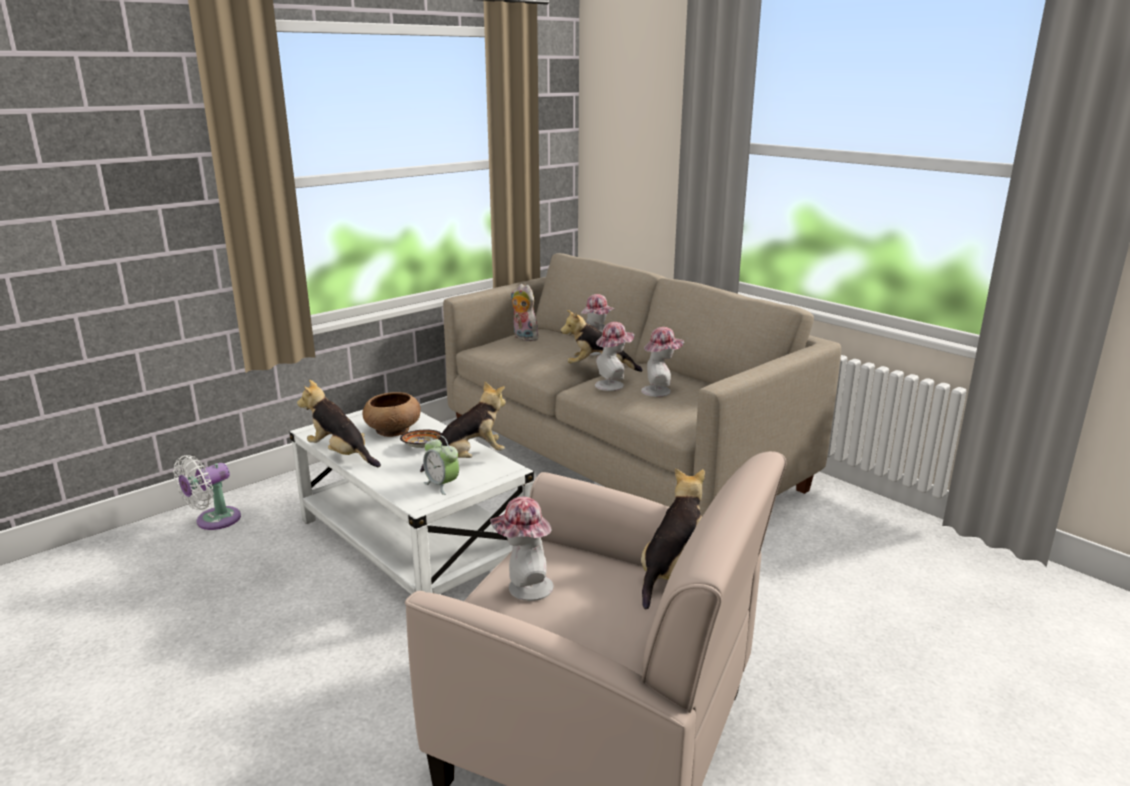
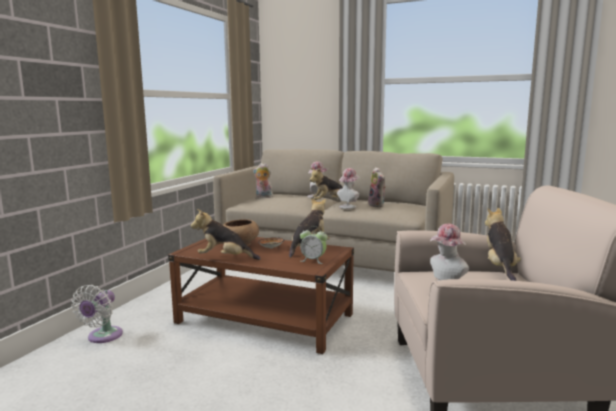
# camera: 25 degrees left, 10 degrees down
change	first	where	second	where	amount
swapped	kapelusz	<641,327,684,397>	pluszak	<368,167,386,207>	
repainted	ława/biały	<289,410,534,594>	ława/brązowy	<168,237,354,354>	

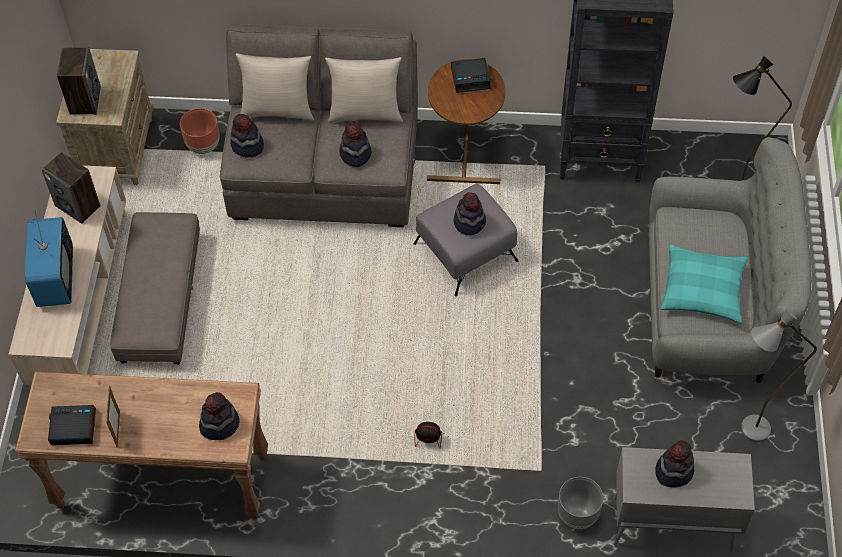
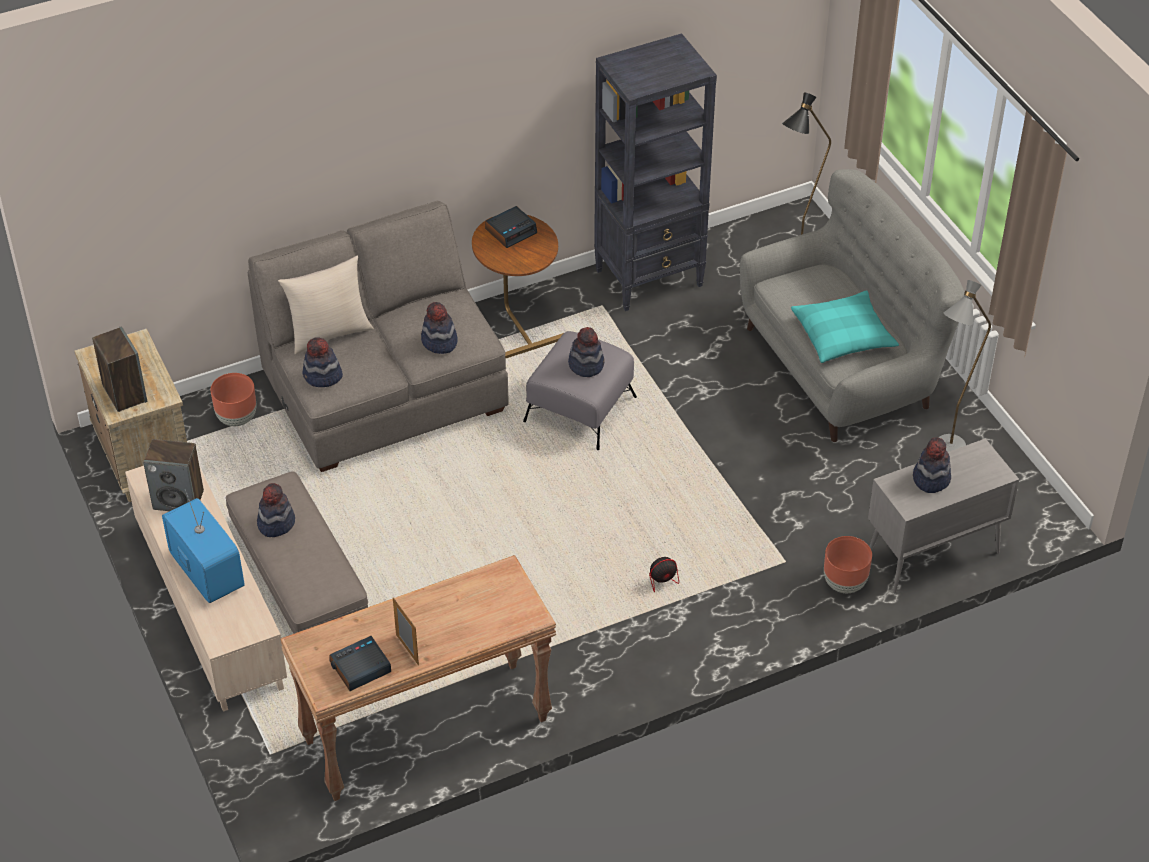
# camera: 30 degrees left, 10 degrees down
change	first	where	second	where	amount
gone	poduszka/beżowy	<325,57,403,123>			
shifted	kapelusz	<199,392,240,440>		<257,483,295,537>	
repainted	donica/szary	<558,477,603,529>	donica/brązowy	<824,536,872,593>	

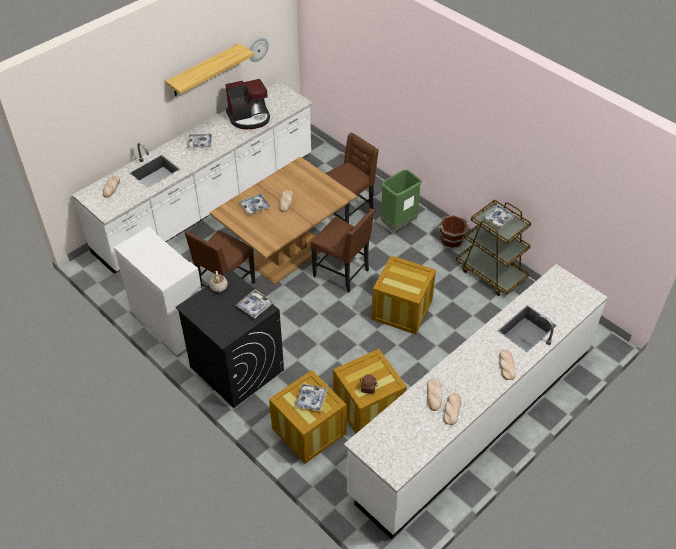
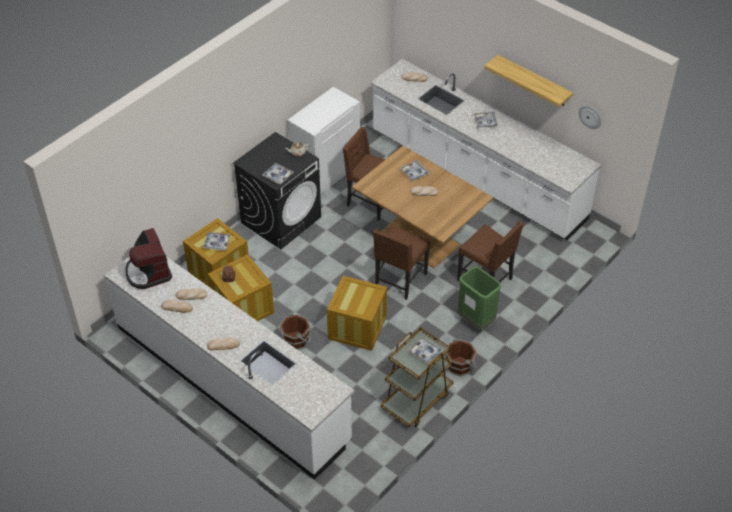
# camera: 85 degrees right, 0 degrees up
change	first	where	second	where	amount
new			wiadro/brązowy	<279,313,311,350>	
shifted	ekspres do kawy	<226,79,270,129>		<125,228,172,289>	

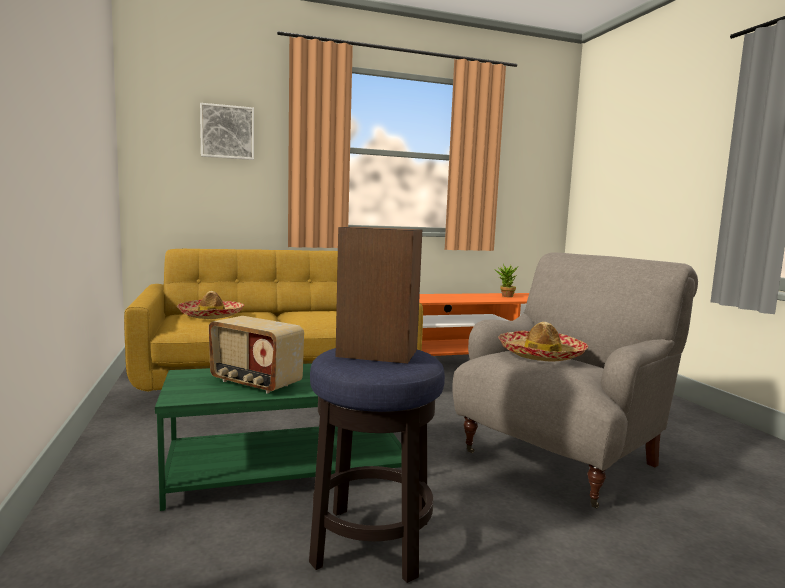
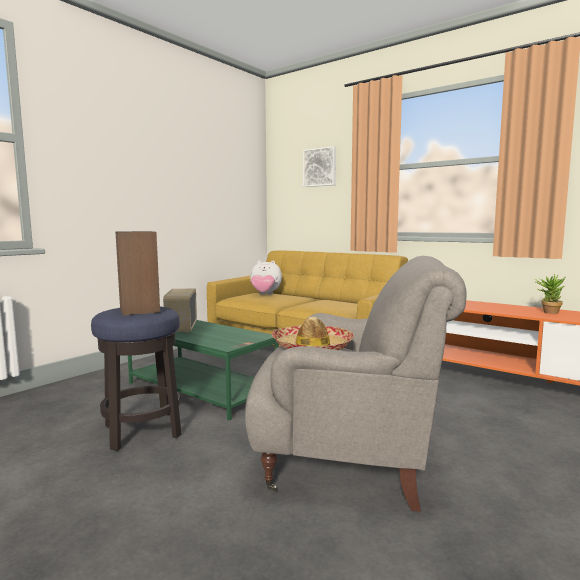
# camera: 55 degrees right, 0 degrees up
change	first	where	second	where	amount
swapped	kapelusz	<177,291,244,319>	pluszak	<250,260,282,294>	

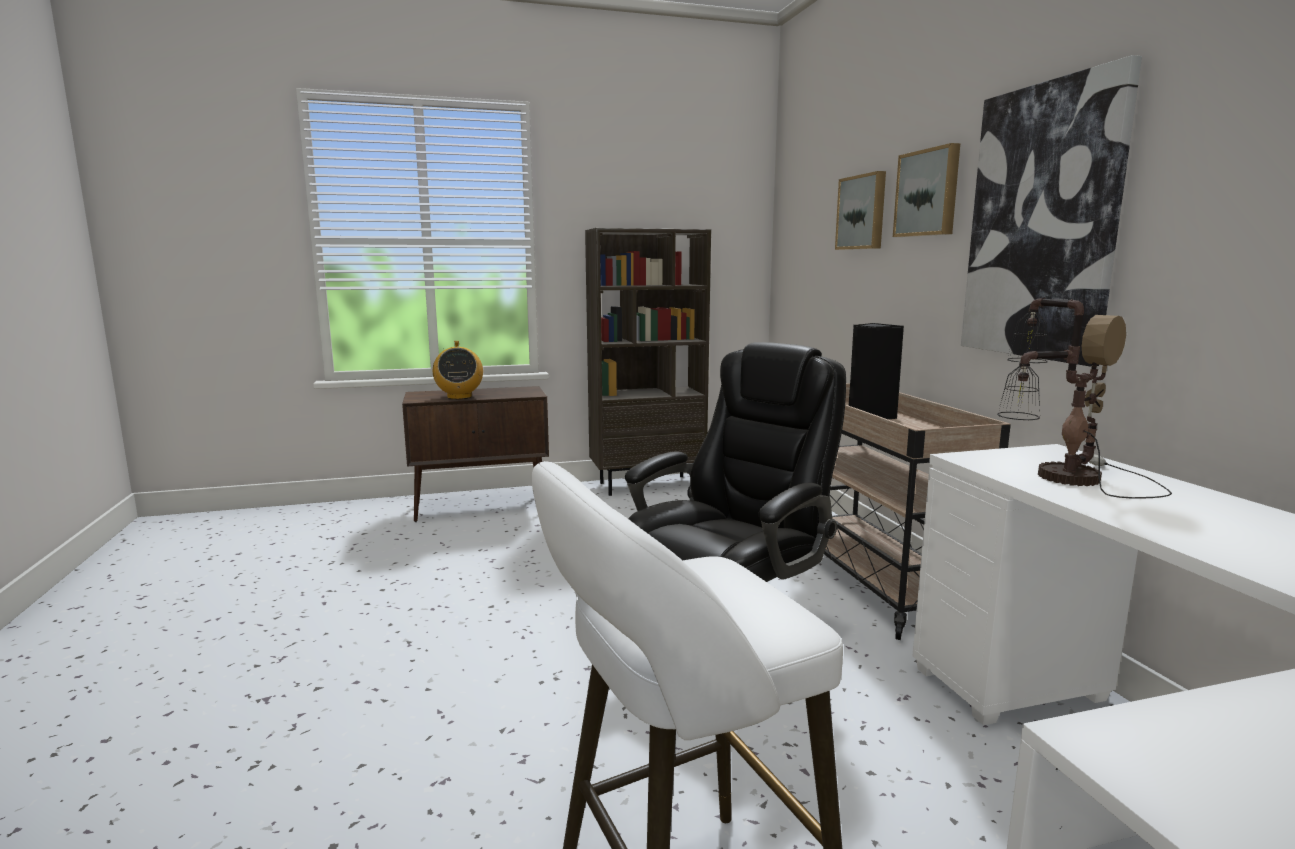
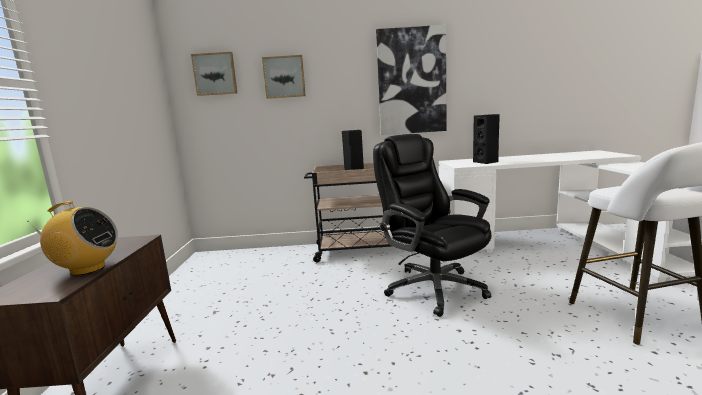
# camera: 75 degrees left, 0 degrees up
change	first	where	second	where	amount
gone	regał/brązowy	<585,228,711,496>			
shifted	obraz	<893,143,960,237>		<191,52,237,96>	
swapped	lampa stołowa	<997,298,1172,498>	głośnik/czarny	<473,114,500,164>	

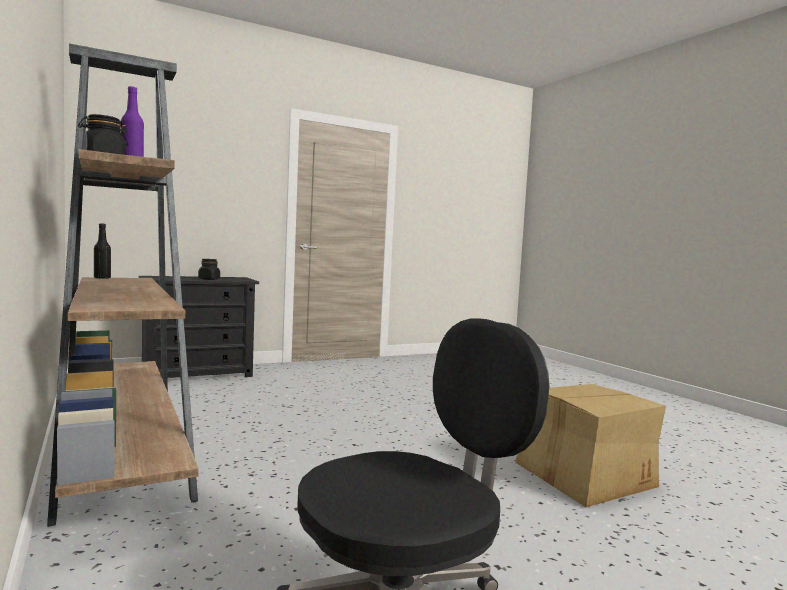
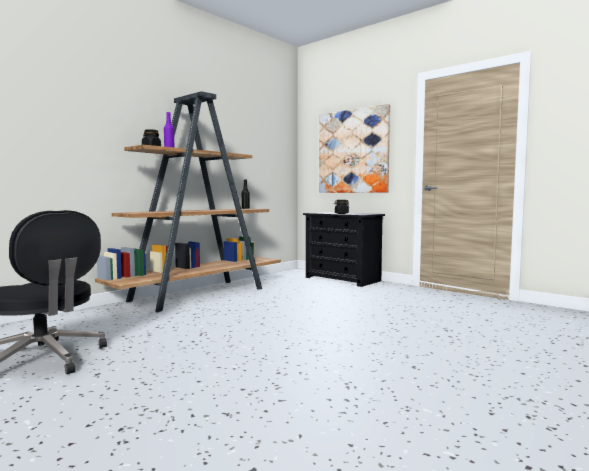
# camera: 70 degrees right, 0 degrees up
change	first	where	second	where	amount
gone	karton	<515,384,666,507>			
new			obraz	<319,104,390,193>	

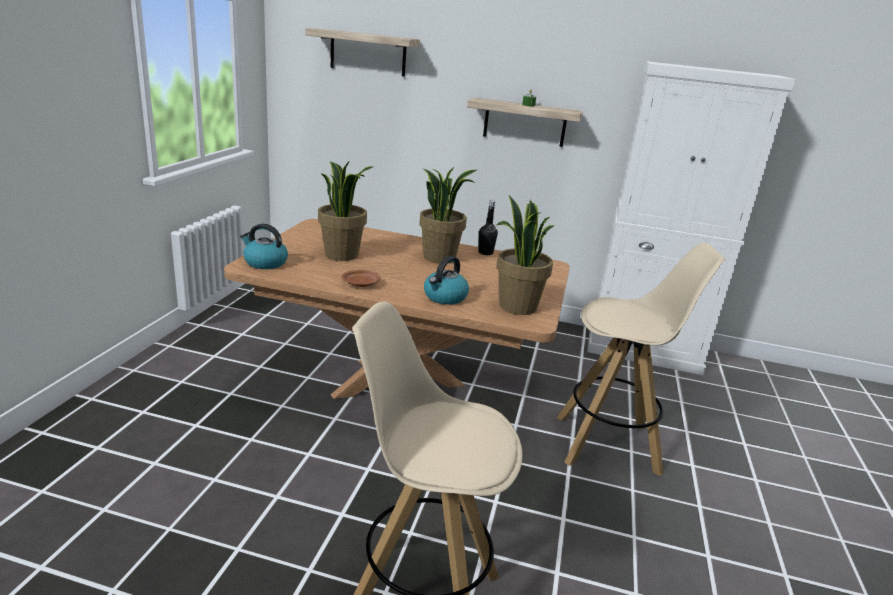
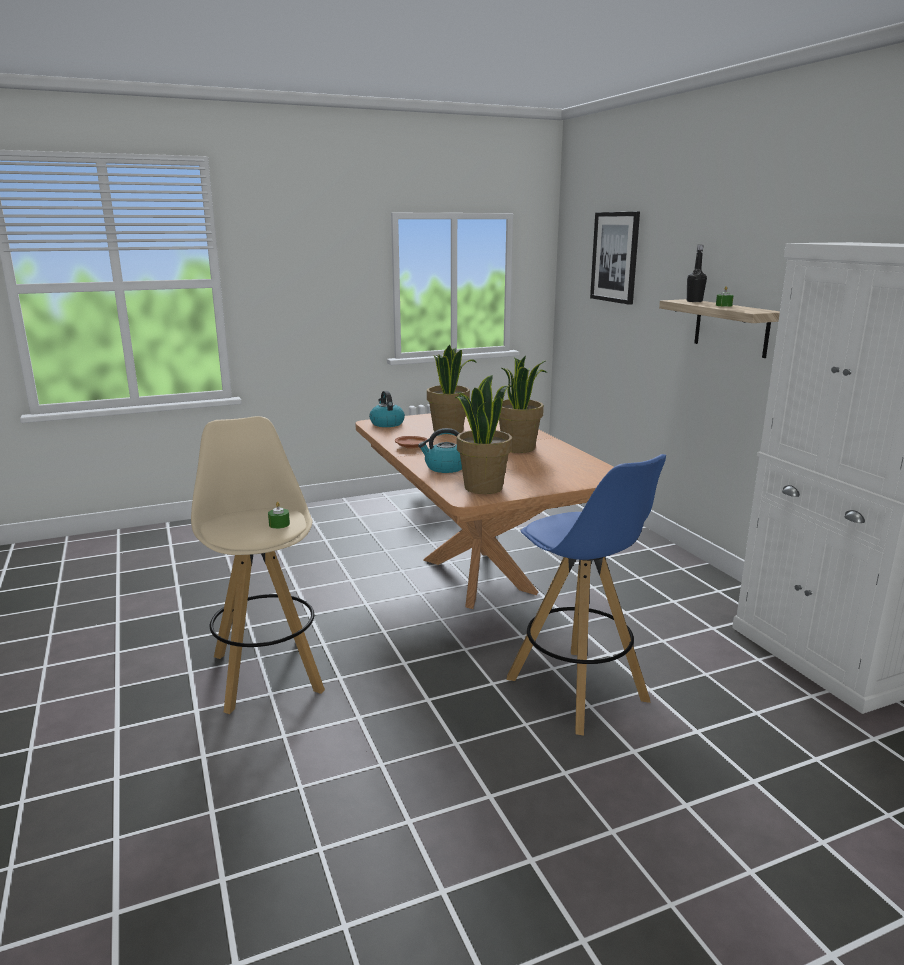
# camera: 55 degrees right, 5 degrees down
change	first	where	second	where	amount
new			świeca/zielony	<268,502,290,529>	
shifted	butelka/czarny	<478,201,498,255>		<687,245,707,302>	
swapped	półka	<305,28,420,77>	obraz	<590,212,640,305>	
repainted	stołek/beżowy	<556,243,725,476>	stołek/niebieski	<506,454,666,735>	

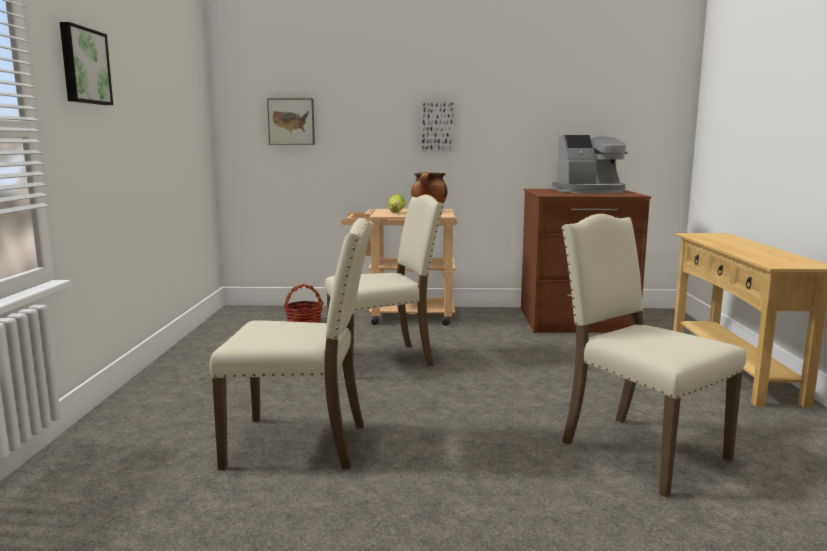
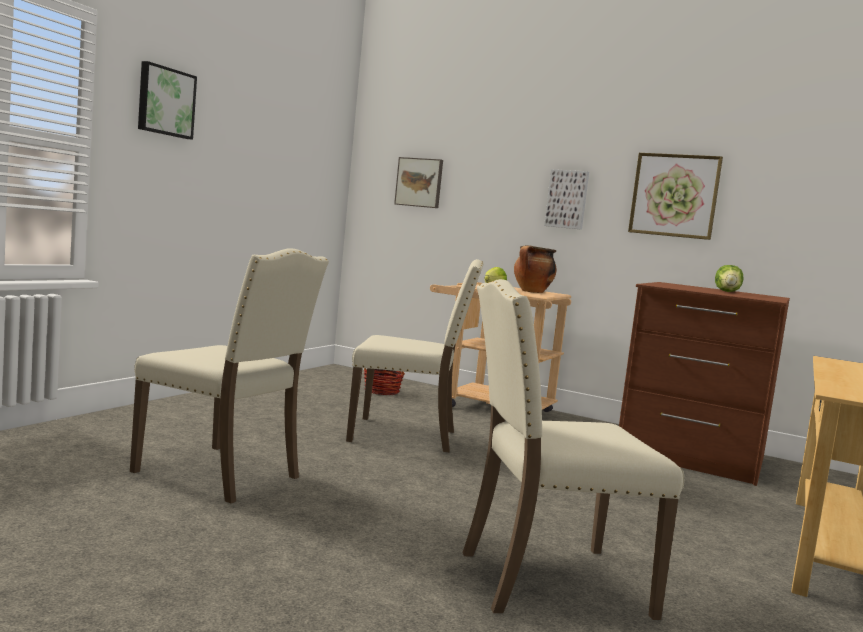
# camera: 25 degrees right, 5 degrees down
change	first	where	second	where	amount
new			obraz	<628,153,723,240>	
swapped	ekspres do kawy	<552,135,627,194>	sałata	<715,265,743,292>	
rotated	krzesło/beżowy	<562,214,746,497>		<462,279,684,620>	90 degrees counterclockwise

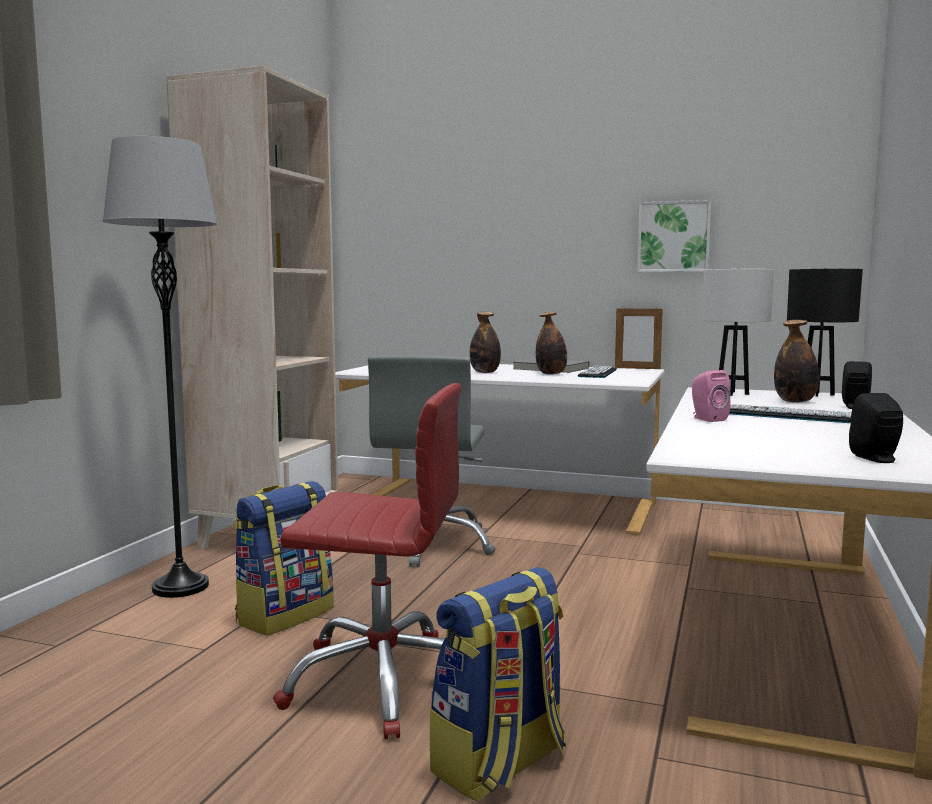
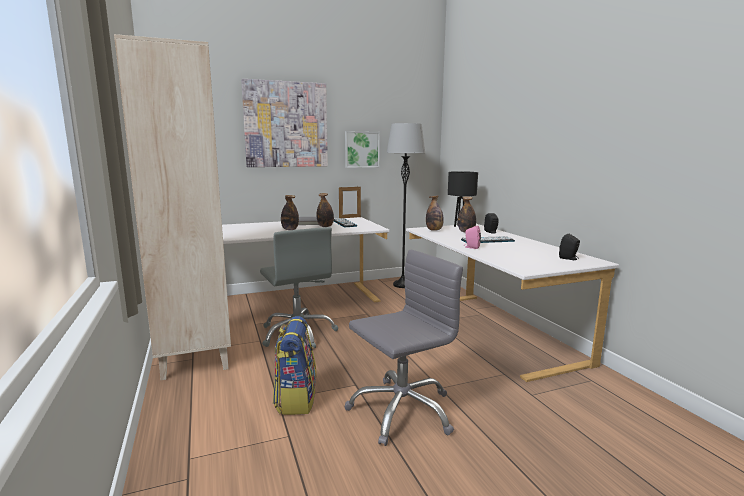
# camera: 40 degrees left, 5 degrees up
change	first	where	second	where	amount
gone	plecak	<430,567,566,802>			
new			obraz	<241,79,328,167>	
shifted	lampa stojąca/szary	<103,136,217,598>		<386,123,425,288>	
swapped	lampa stołowa/biały	<702,269,774,396>	butelka	<426,195,444,231>	
repainted	krzesło biurowe/czerwony	<273,383,461,739>	krzesło biurowe/szary	<345,250,463,446>	

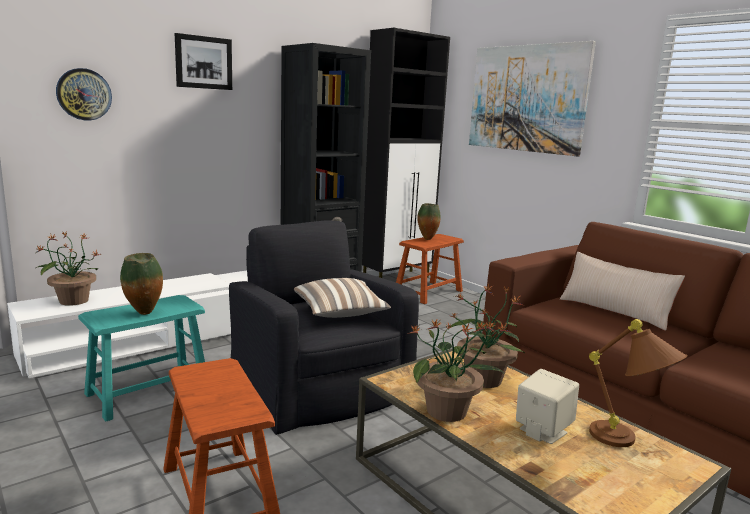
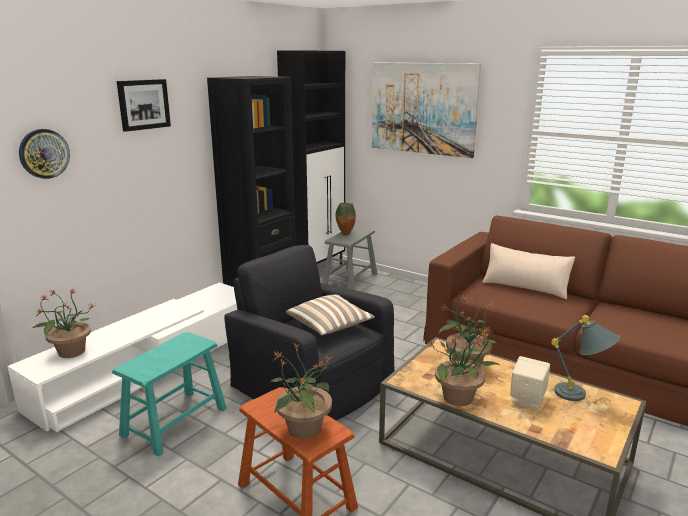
# camera: 15 degrees left, 5 degrees up
change	first	where	second	where	amount
gone	wazon	<120,253,163,315>			
new			roślina doniczkowa	<270,343,332,439>	
repainted	stołek/brązowy	<396,234,464,304>	stołek/szary	<322,227,377,290>	
repainted	lampa stołowa/brązowy	<589,319,687,447>	lampa stołowa/szary	<551,315,620,401>	

